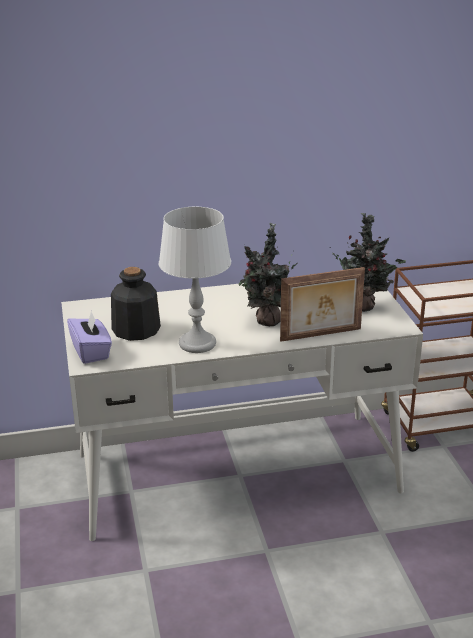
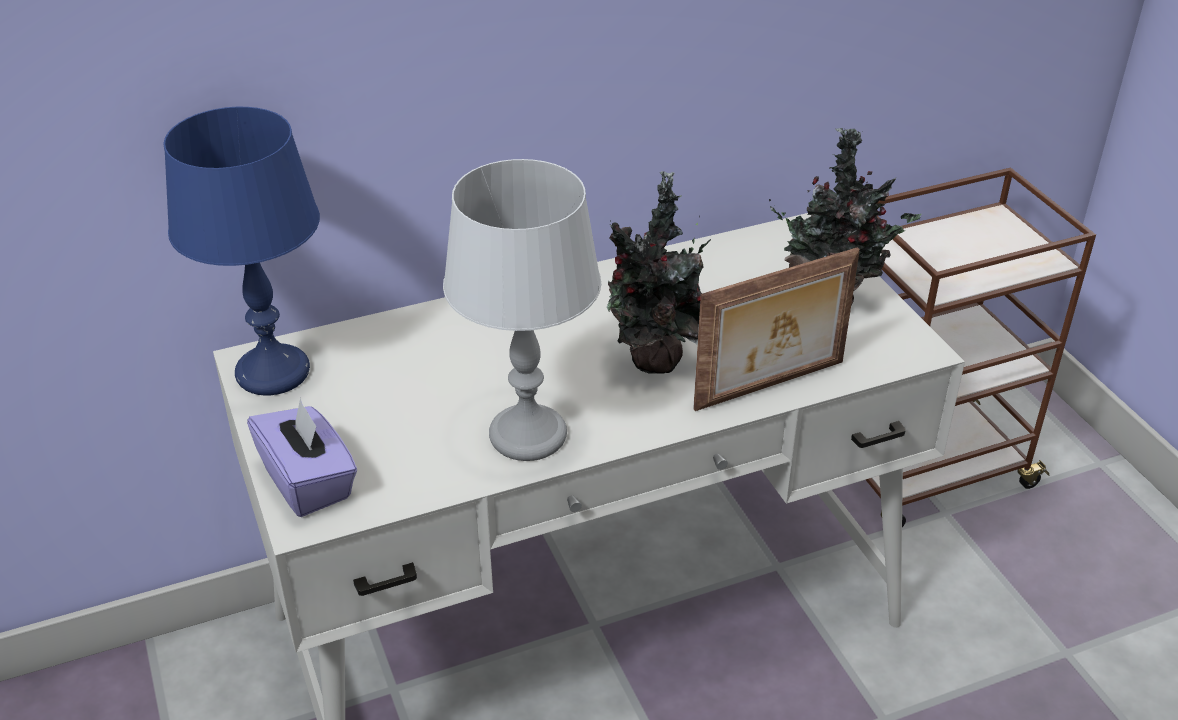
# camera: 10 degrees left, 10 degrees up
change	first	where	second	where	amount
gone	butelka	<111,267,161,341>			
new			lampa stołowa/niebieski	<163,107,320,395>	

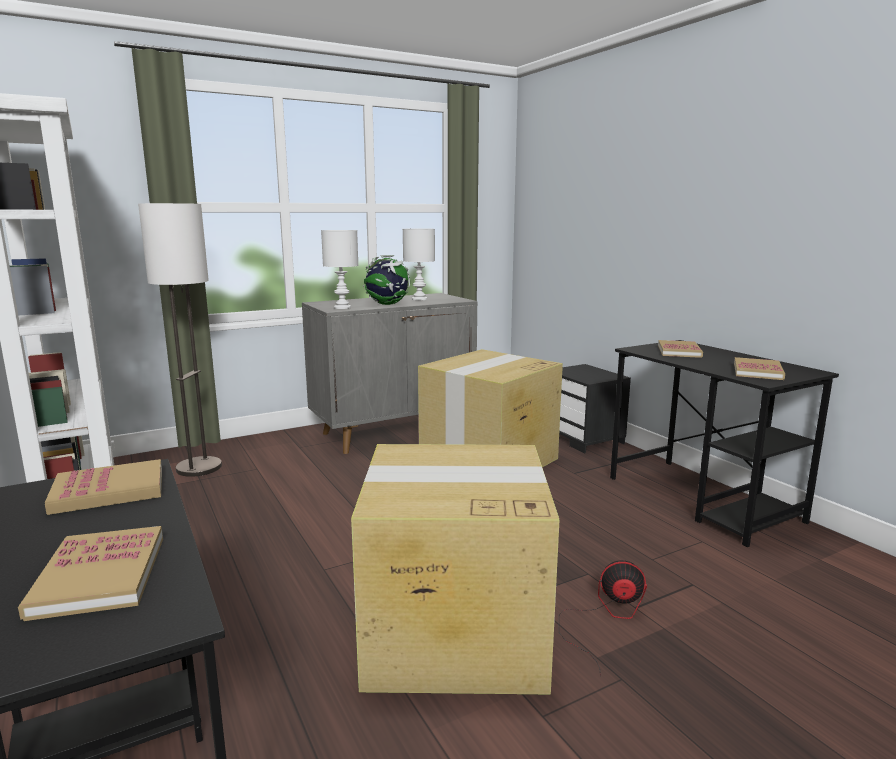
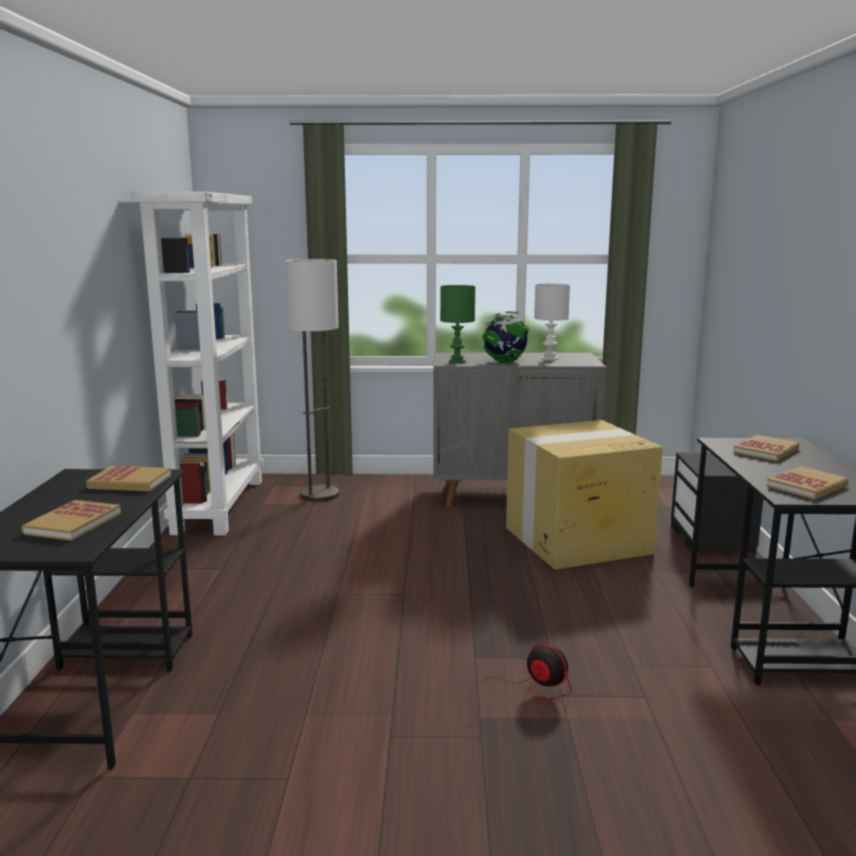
# camera: 30 degrees right, 0 degrees up
change	first	where	second	where	amount
gone	karton	<351,444,559,695>			
repainted	lampa stołowa/biały	<321,230,358,309>	lampa stołowa/zielony	<440,285,475,364>	

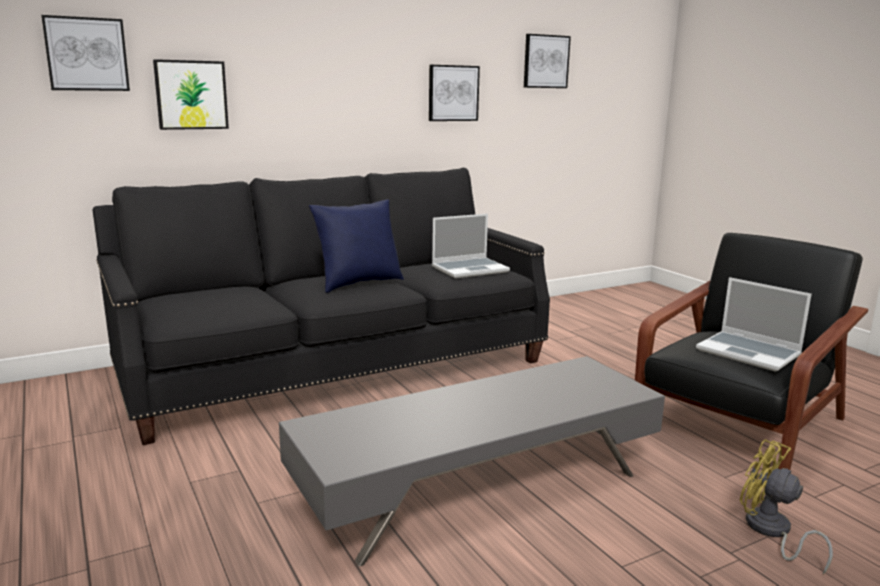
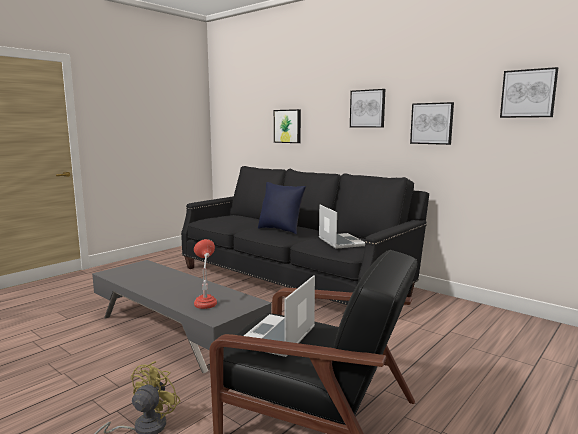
# camera: 70 degrees right, 5 degrees down
change	first	where	second	where	amount
new			lampa stołowa/czerwony	<194,239,217,309>	
shifted	obraz	<41,15,130,91>		<350,89,385,128>	
rotated	laptop	<432,214,510,278>		<319,205,365,249>	150 degrees counterclockwise

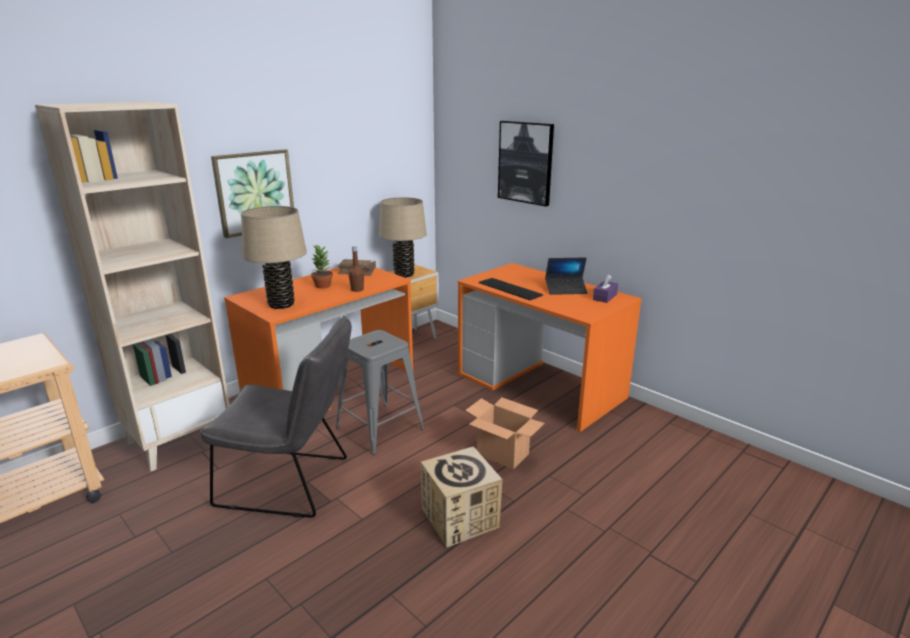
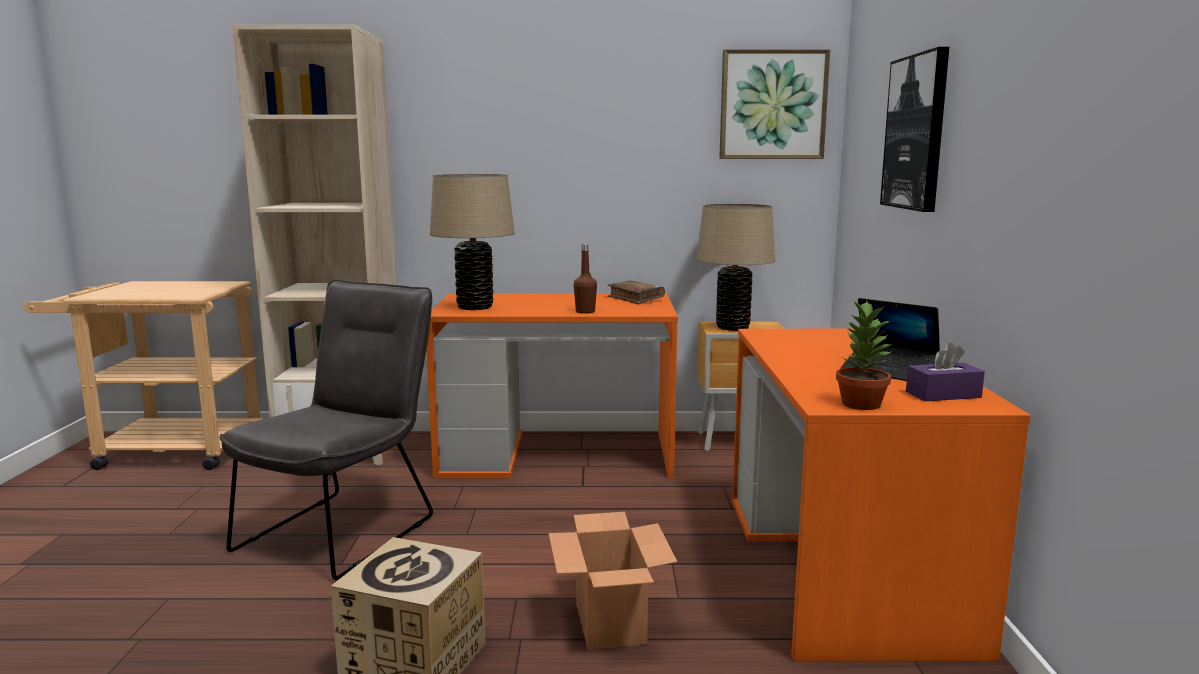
# camera: 45 degrees right, 10 degrees down
change	first	where	second	where	amount
gone	stołek/szary	<336,330,424,455>			
gone	klawiatura	<479,278,543,300>			
shifted	obraz	<211,149,294,238>		<719,49,830,159>	
shifted	roślina doniczkowa	<311,244,333,288>		<836,299,892,410>	
rotated	krzesło/szary	<199,316,352,518>		<219,280,433,580>	120 degrees counterclockwise

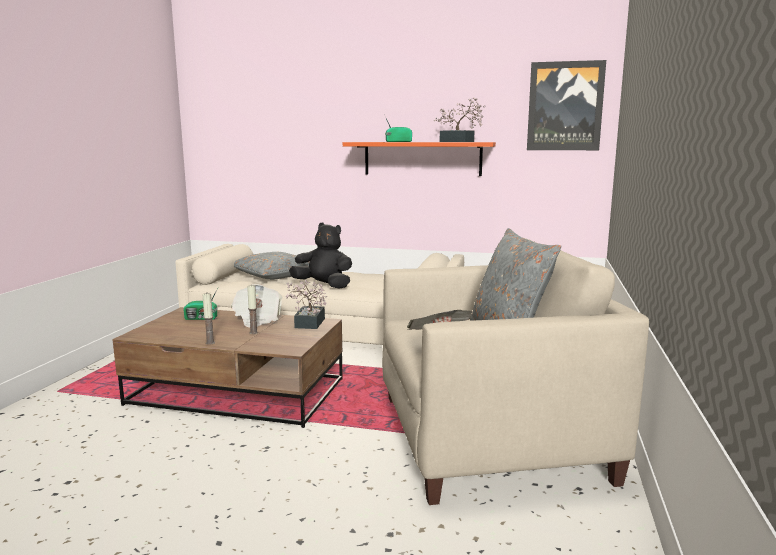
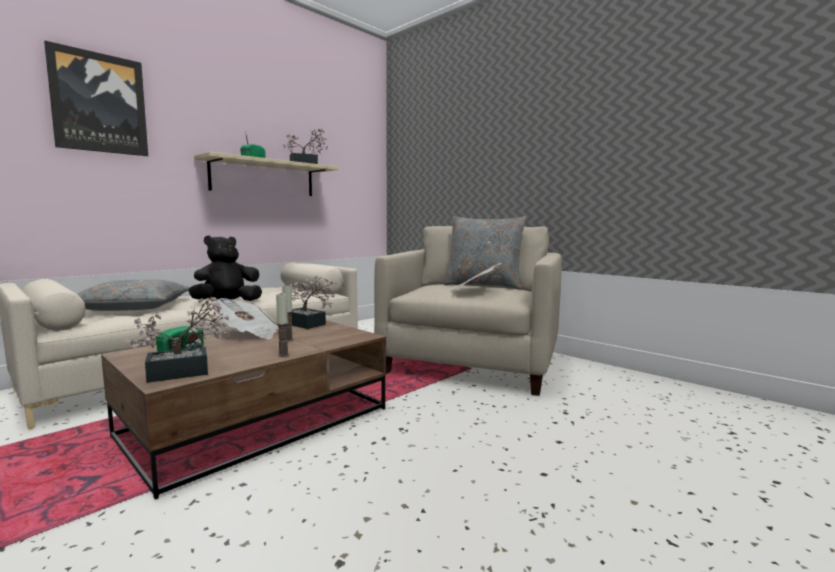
# camera: 60 degrees left, 5 degrees down
change	first	where	second	where	amount
new			roślina doniczkowa	<125,297,232,383>	
shifted	obraz	<527,60,606,150>		<44,41,148,156>	
repainted	półka/pomarańczowy	<343,142,496,176>	półka/beżowy	<194,152,338,196>	

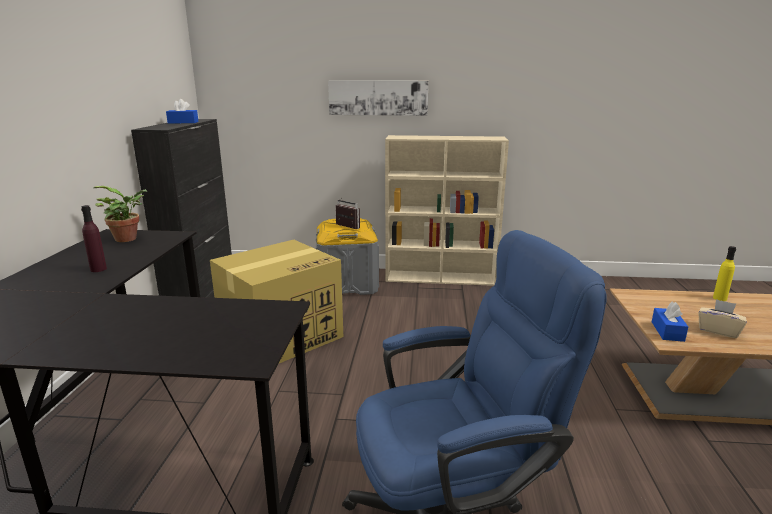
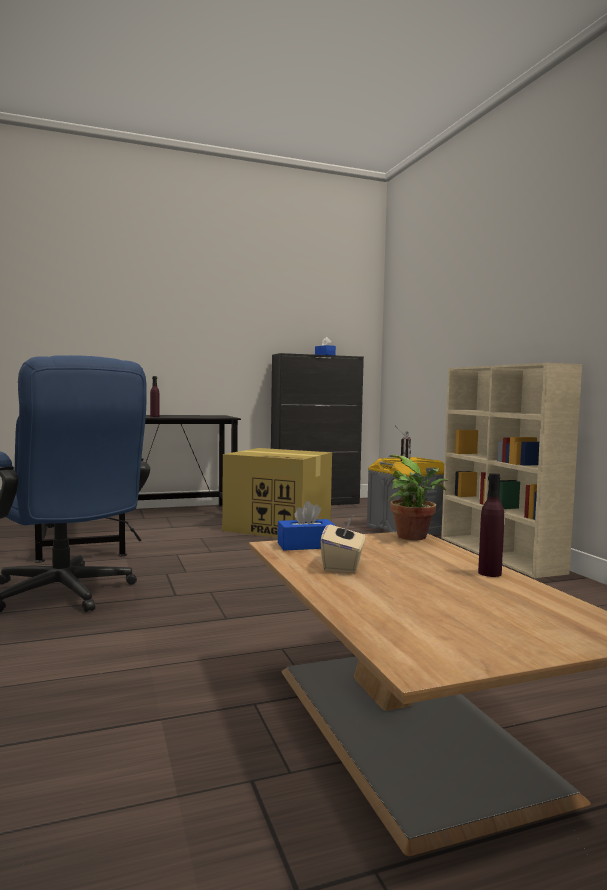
# camera: 65 degrees right, 15 degrees down
change	first	where	second	where	amount
gone	obraz	<328,80,428,116>			
shifted	roślina doniczkowa	<93,186,147,242>		<387,455,448,540>	
repainted	butelka/żółty	<713,246,736,301>	butelka/fioletowy	<478,473,504,577>	

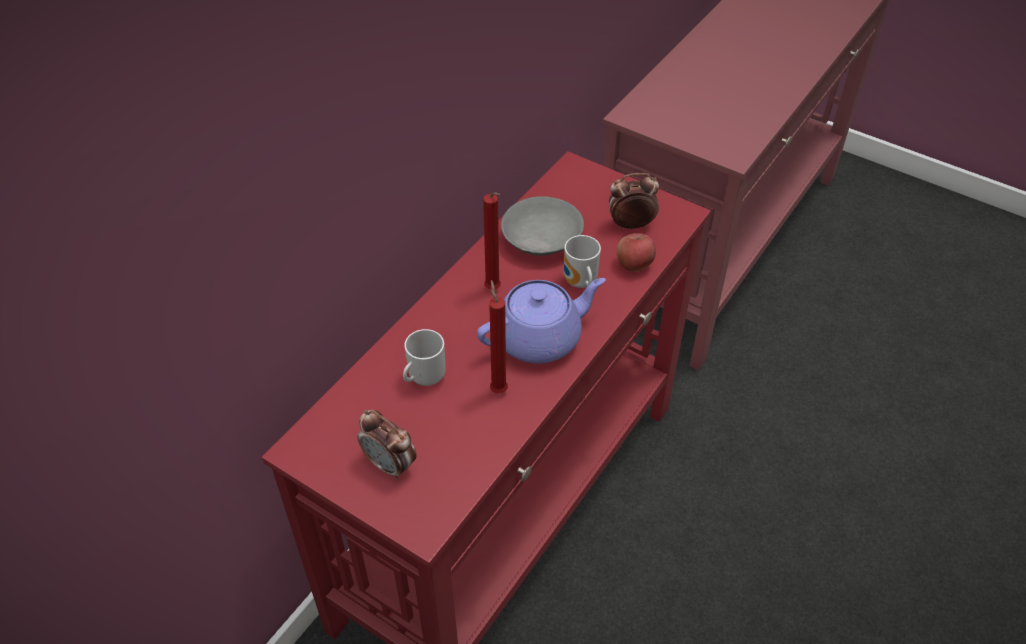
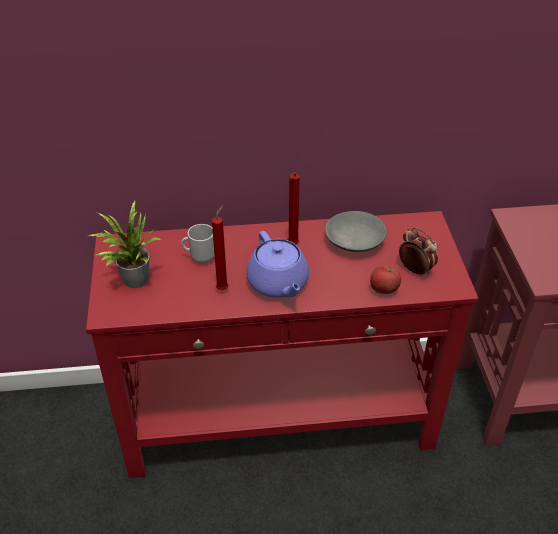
# camera: 50 degrees right, 5 degrees down
change	first	where	second	where	amount
gone	kubek	<564,235,601,288>			
swapped	budzik	<357,410,416,480>	roślina doniczkowa	<89,200,162,288>	
rotated	imbryk/fioletowy	<477,278,606,364>		<246,231,309,298>	45 degrees clockwise

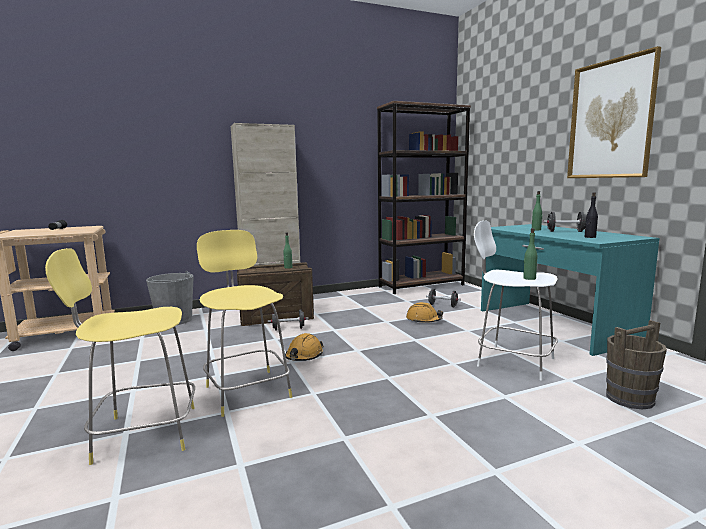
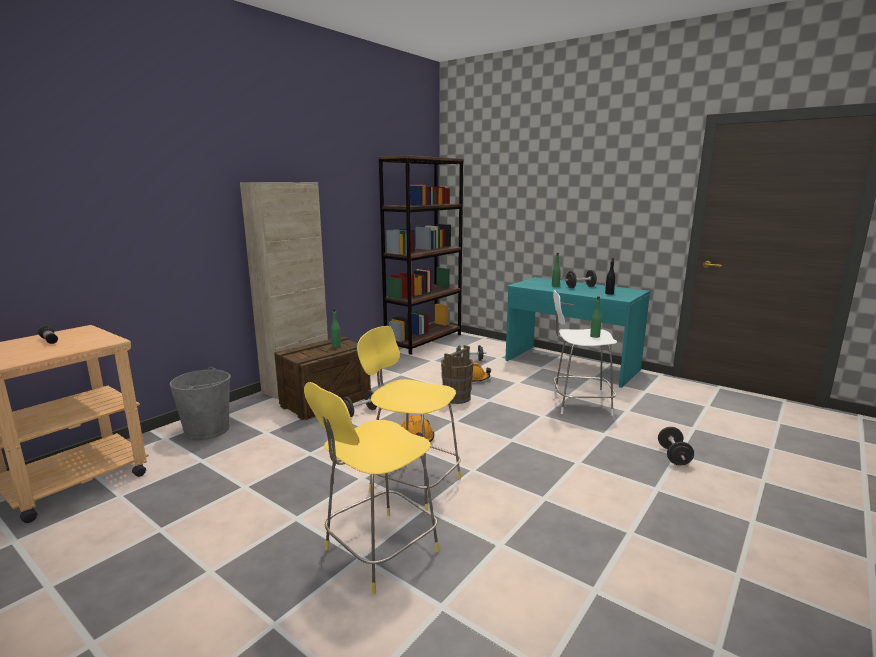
# camera: 30 degrees left, 5 degrees up
change	first	where	second	where	amount
gone	obraz	<567,46,661,178>			
new			hantel/czarny	<658,427,694,465>	
shifted	wiadro/brązowy	<606,320,667,410>		<441,345,474,404>	

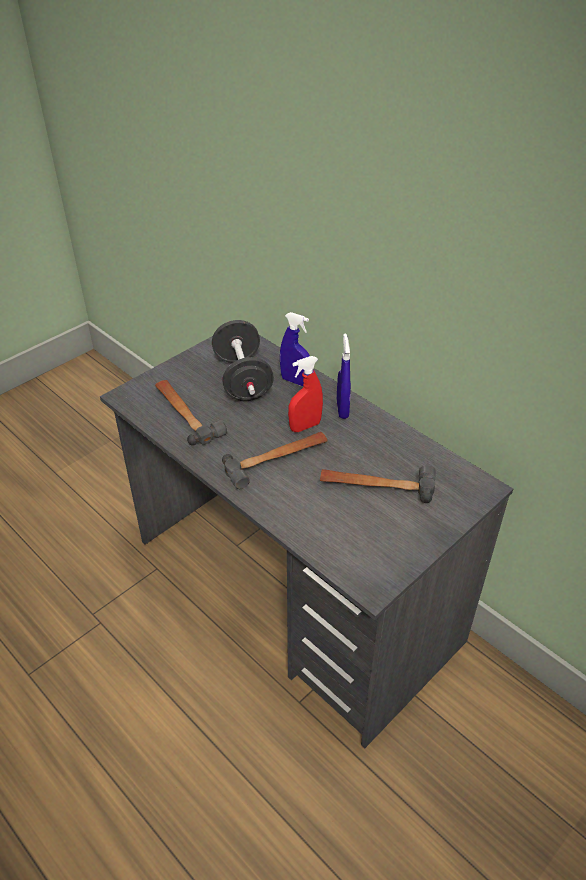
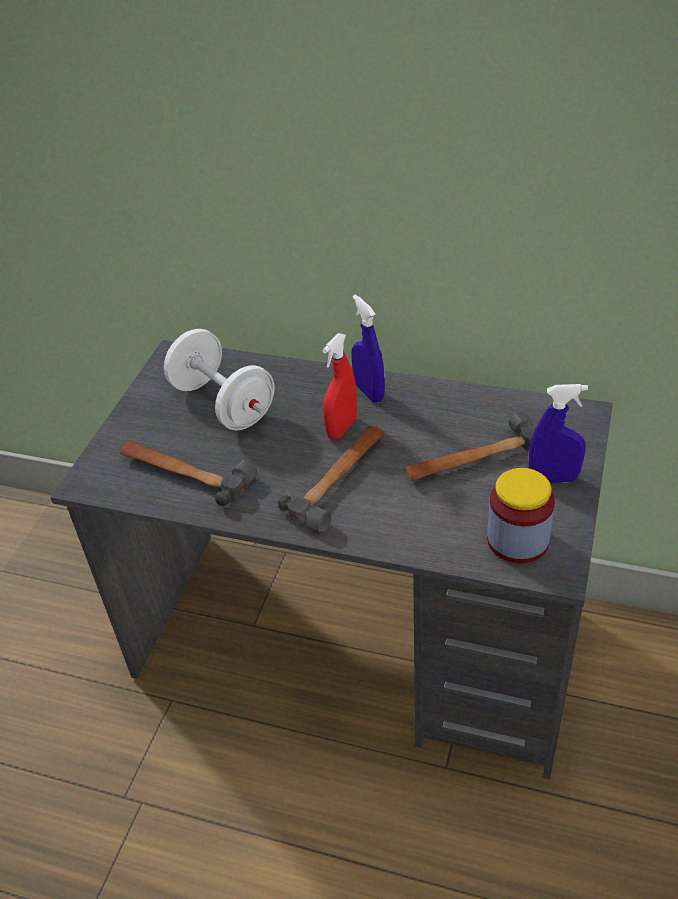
# camera: 25 degrees left, 0 degrees up
change	first	where	second	where	amount
new			słoik	<487,468,555,563>	
shifted	spryskiwacz/niebieski	<280,312,310,386>		<528,384,588,483>	
repainted	hantel/czarny	<212,320,274,401>	hantel/biały	<164,329,275,430>	

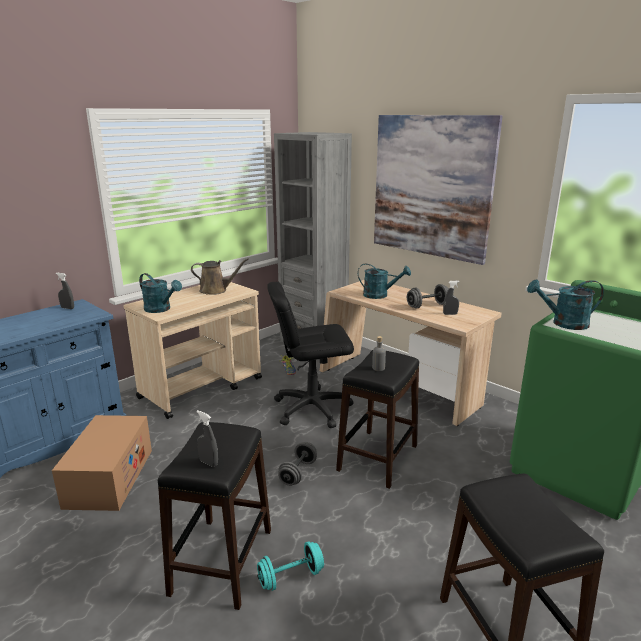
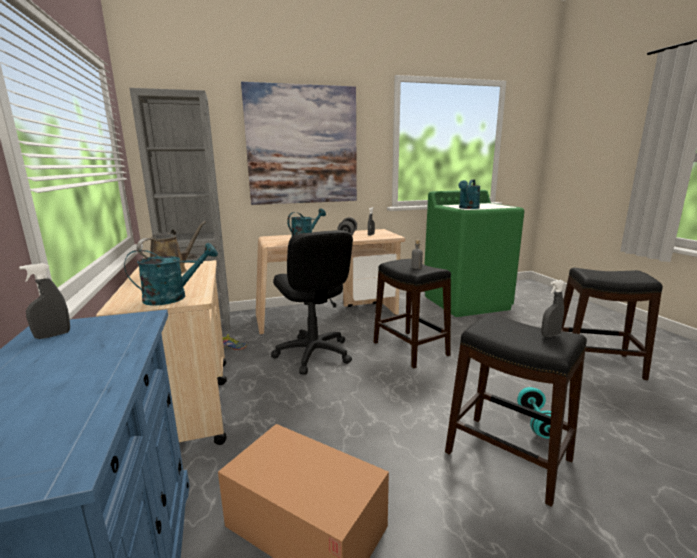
# camera: 60 degrees left, 5 degrees down
change	first	where	second	where	amount
gone	hantel/szary	<278,442,317,486>			
rotated	krzesło biurowe/czarny	<267,282,354,428>		<271,230,353,375>	45 degrees counterclockwise

